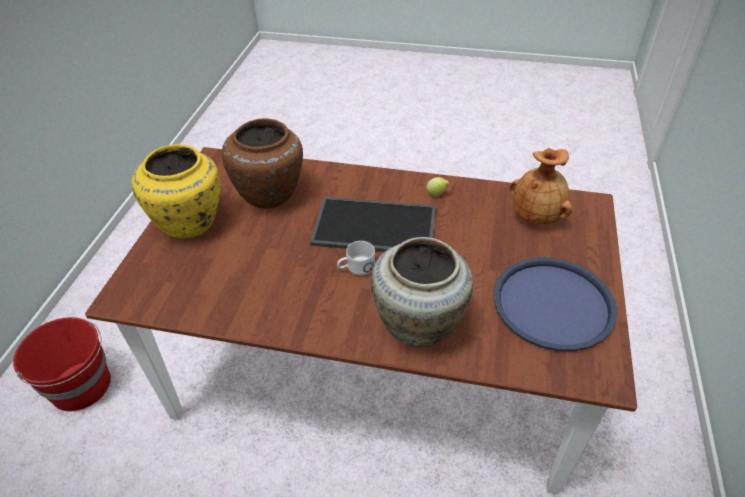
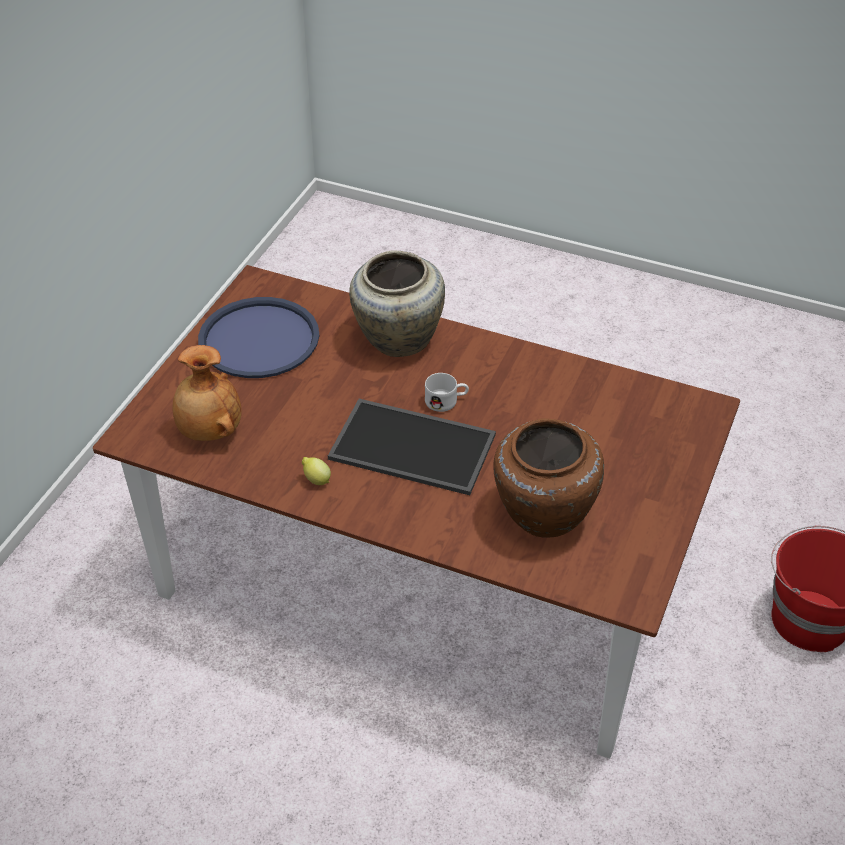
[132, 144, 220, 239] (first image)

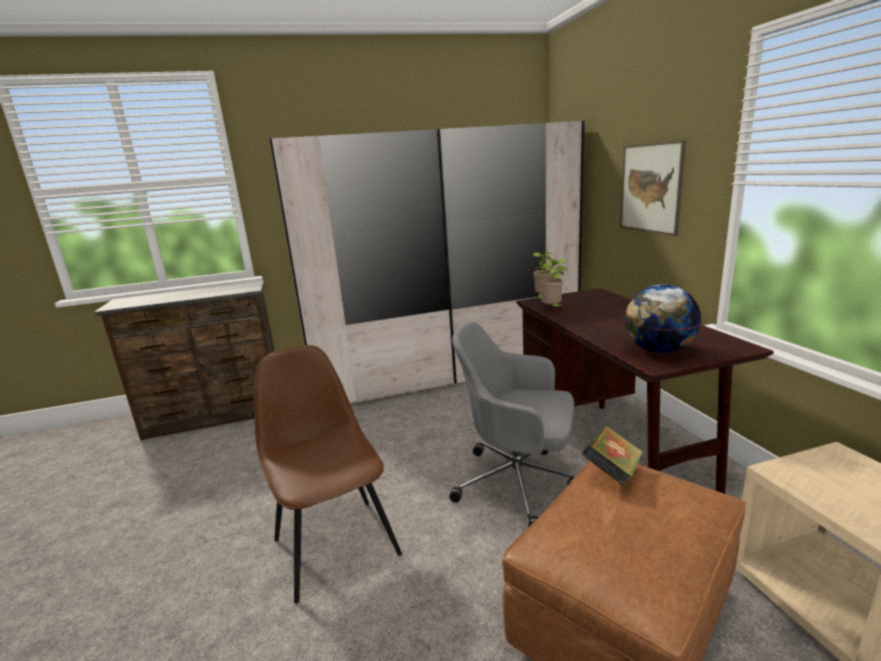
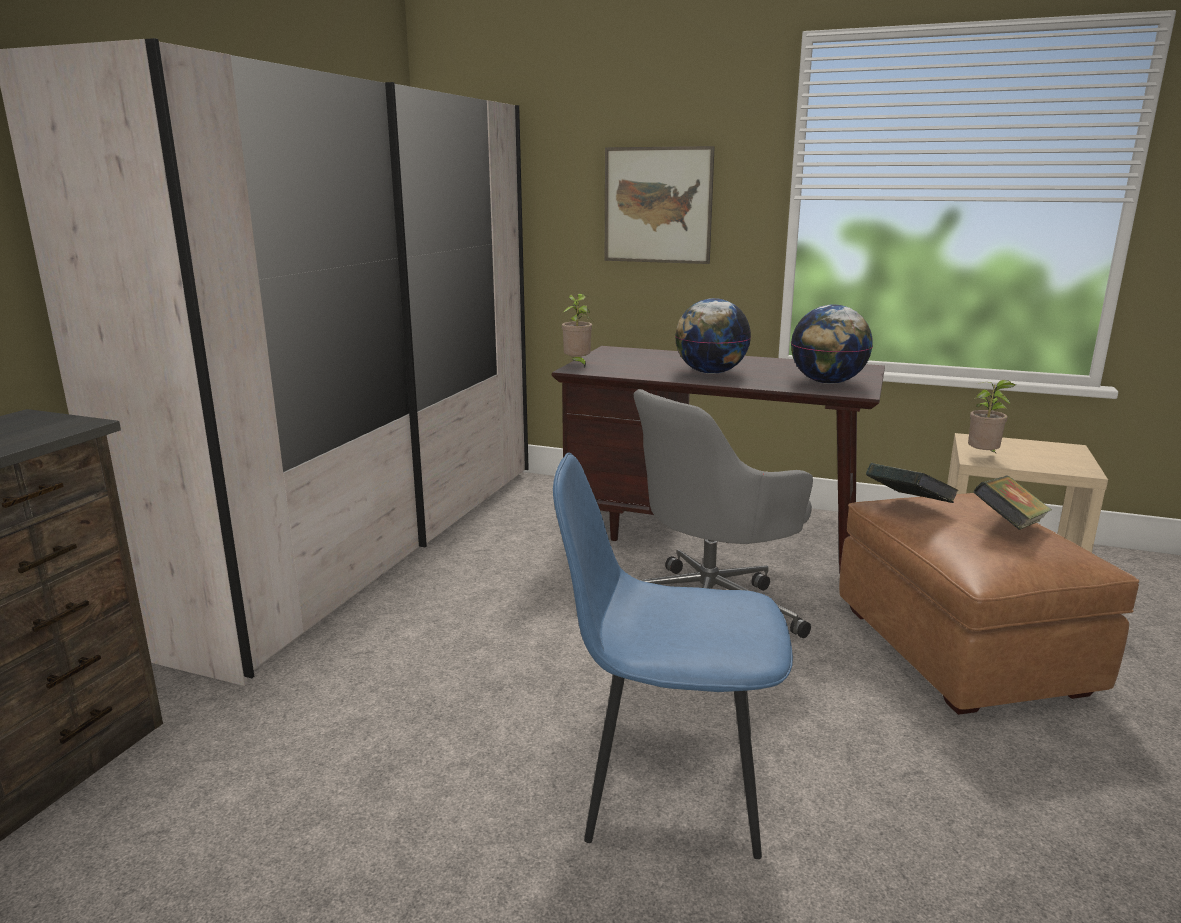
[675, 298, 751, 374]
[973, 476, 1052, 530]
[968, 380, 1016, 453]
[553, 452, 793, 859]

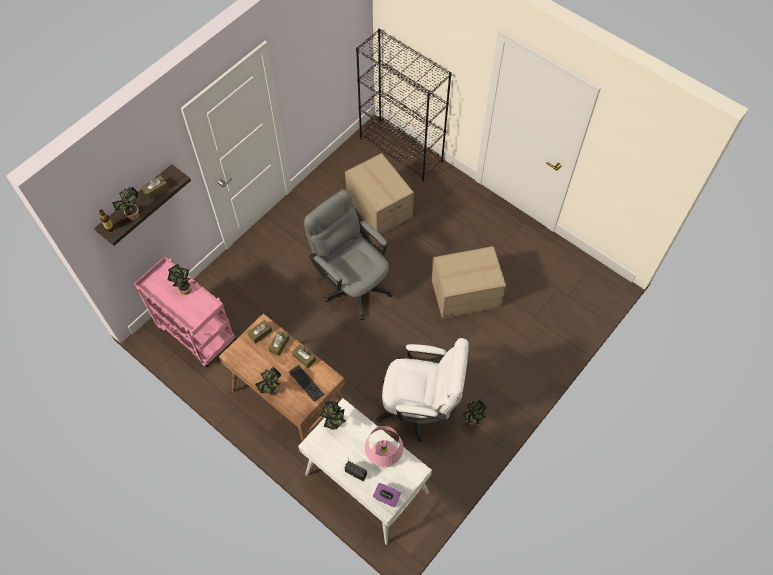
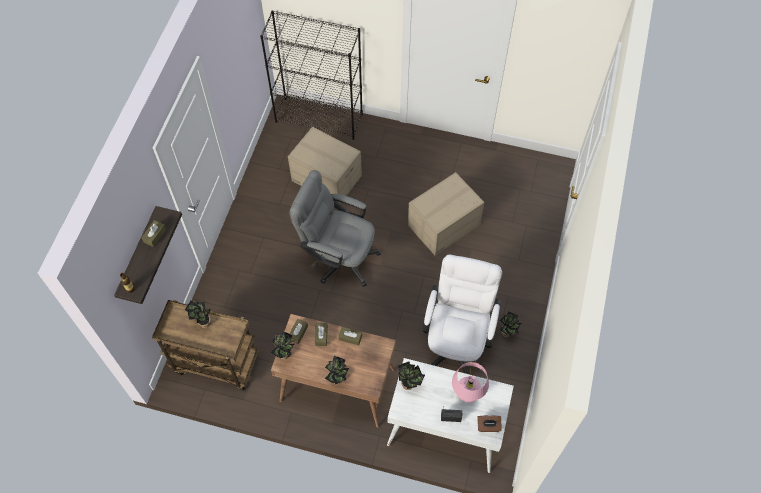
[289, 365, 324, 401] (first image)
[270, 330, 294, 360]
[152, 300, 259, 390]
[477, 415, 502, 432]
[423, 254, 502, 375]

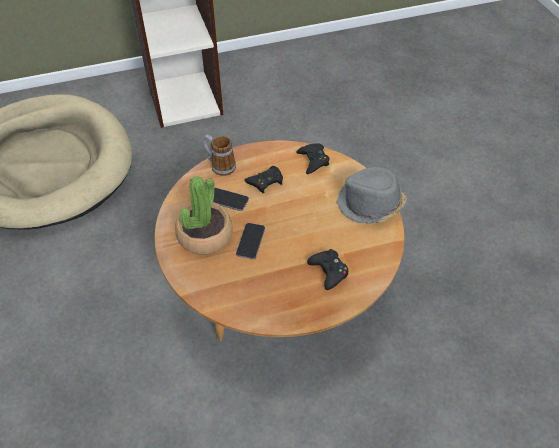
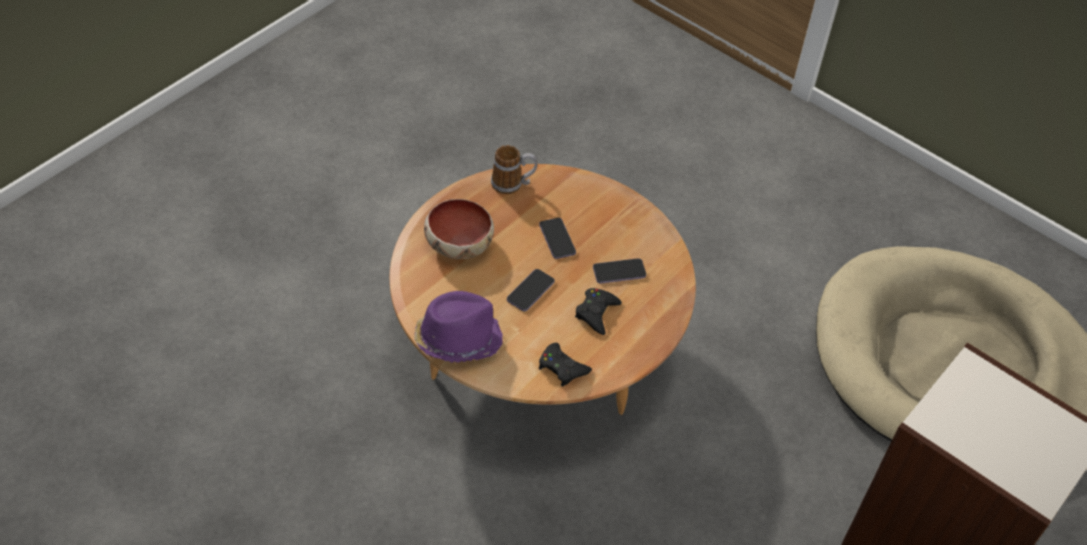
[175, 176, 233, 255] (first image)
[507, 269, 555, 311]
[491, 145, 537, 194]
[424, 199, 494, 259]
[414, 291, 503, 363]

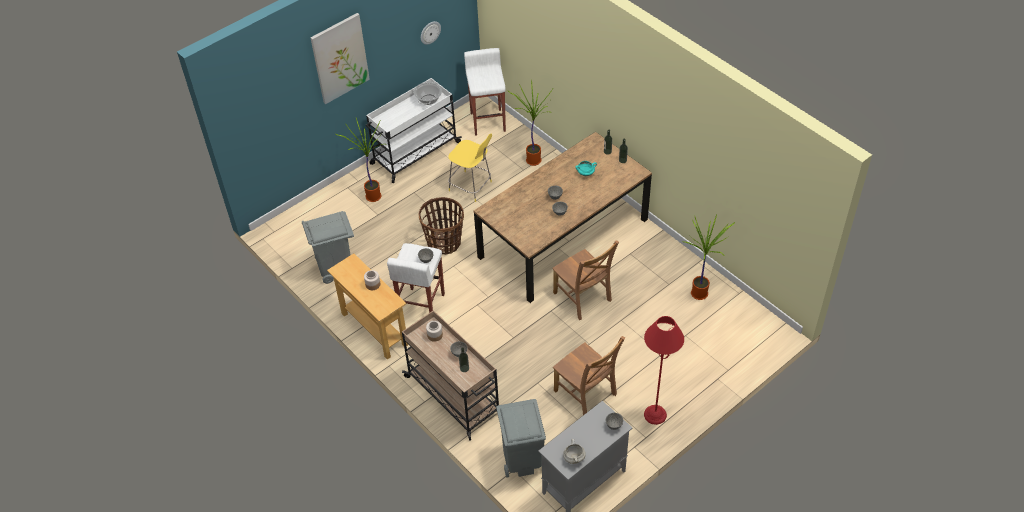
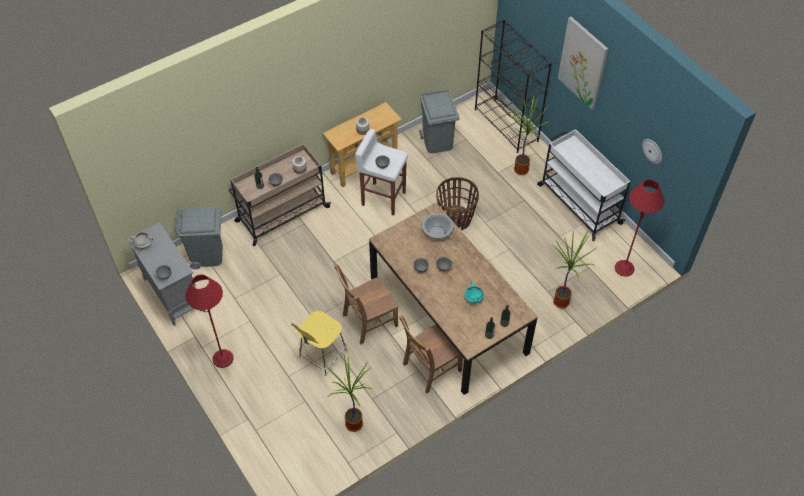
[475, 20, 552, 153]
[419, 213, 456, 240]
[291, 311, 348, 376]
[399, 315, 463, 393]
[615, 180, 664, 277]

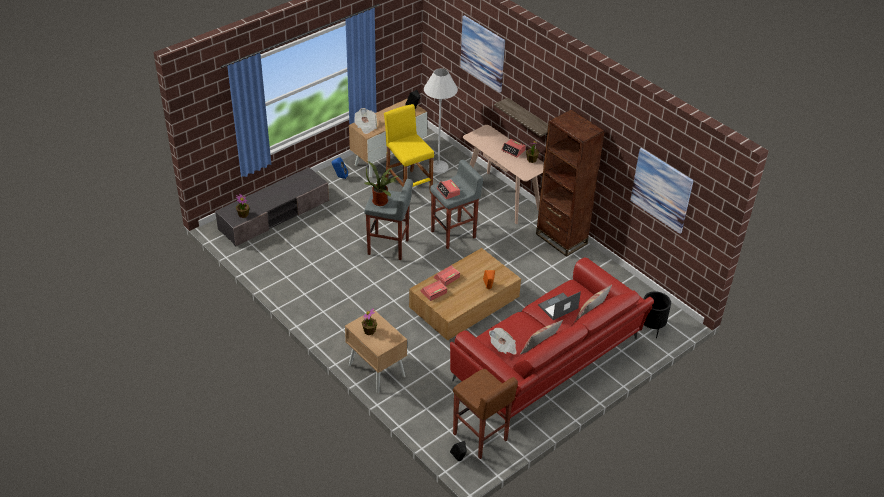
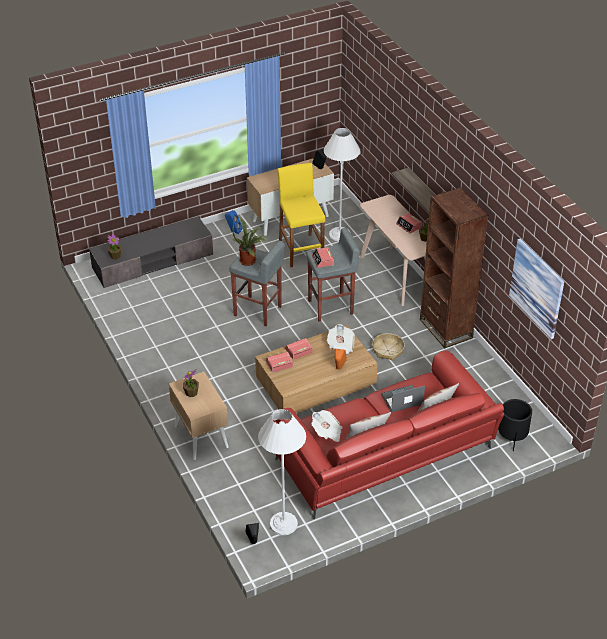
[460, 15, 505, 93] (first image)
[372, 333, 405, 360]
[327, 324, 355, 354]
[258, 409, 306, 535]

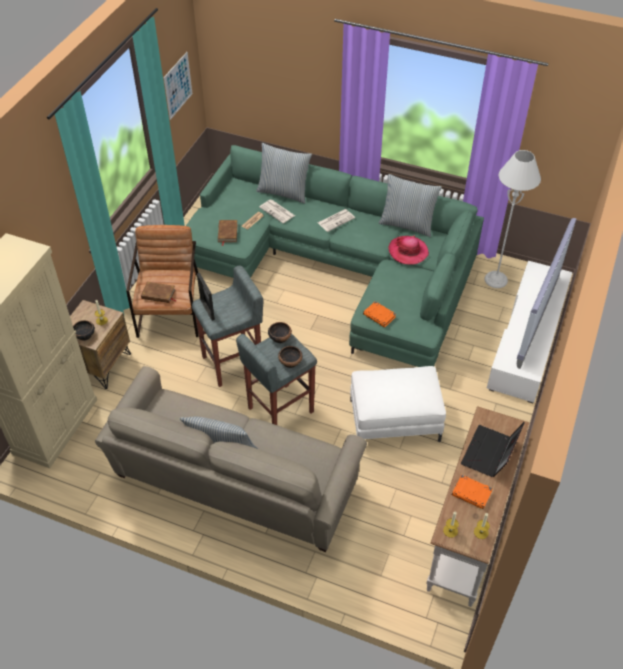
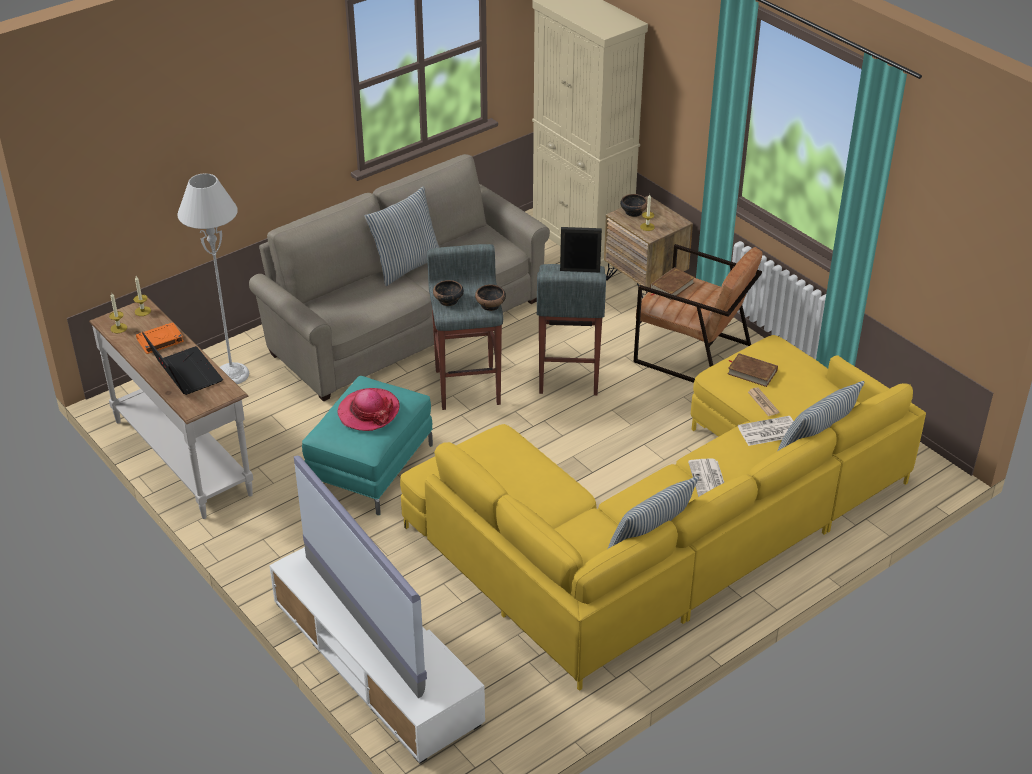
[164, 52, 192, 120] (first image)
[363, 301, 396, 327] (first image)
[338, 388, 400, 431]
[178, 173, 249, 384]
[400, 335, 926, 691]
[302, 376, 433, 515]

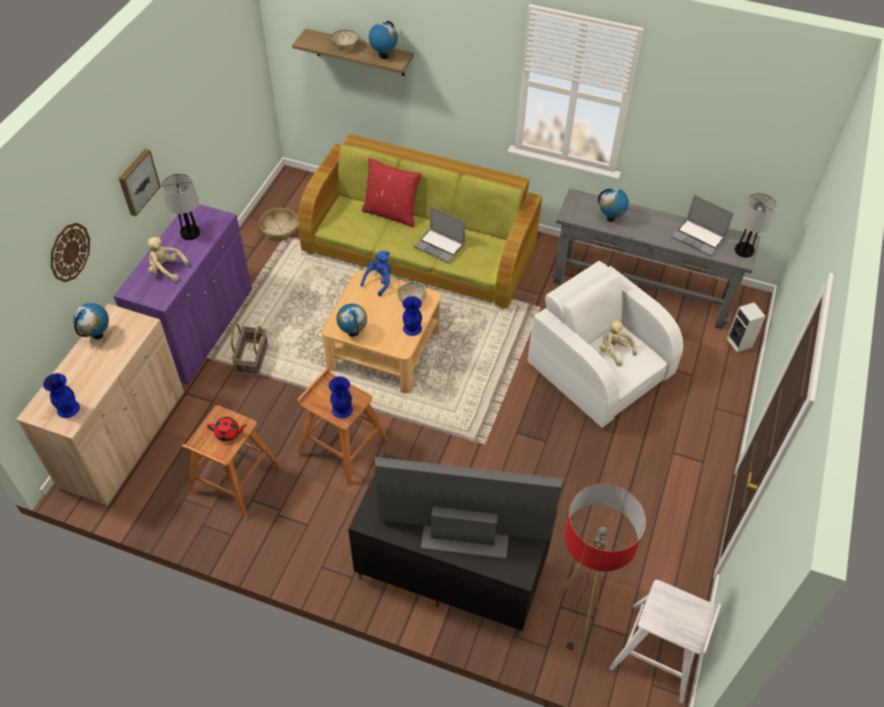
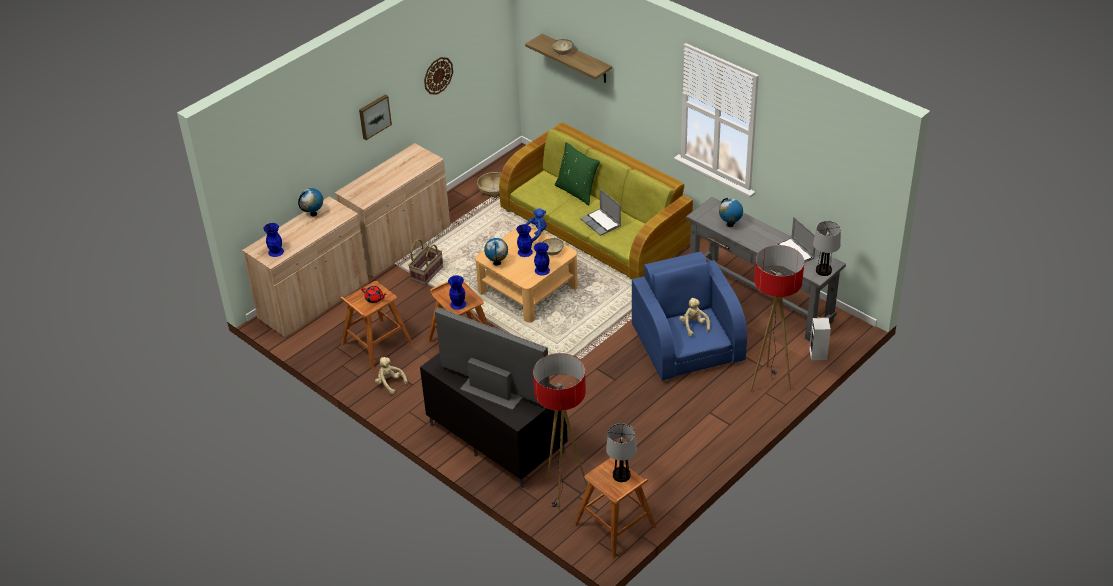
[369, 20, 398, 59] (first image)
[516, 224, 533, 257]
[750, 245, 804, 391]
[424, 57, 453, 95]
[375, 357, 408, 394]
[606, 423, 637, 482]
[335, 143, 450, 278]
[555, 142, 600, 205]
[632, 251, 747, 381]
[574, 458, 656, 559]

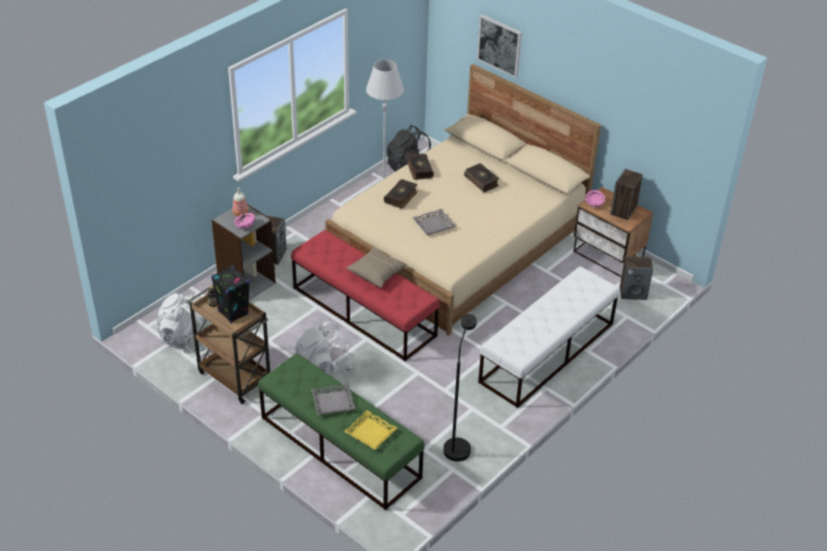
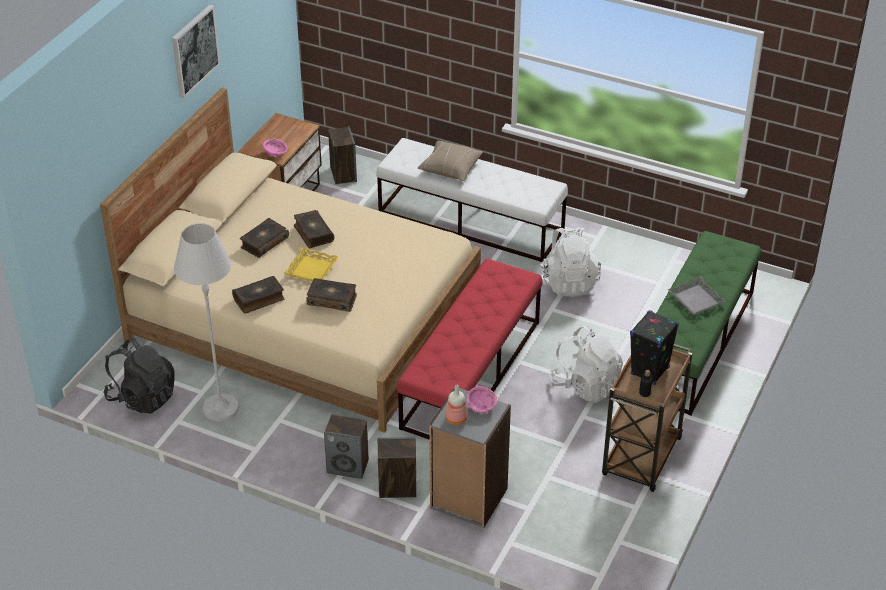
[412, 209, 456, 235] (first image)
[443, 314, 477, 462] (first image)
[294, 210, 334, 248]
[540, 227, 601, 297]
[284, 247, 339, 281]
[417, 141, 483, 181]
[172, 5, 220, 98]
[324, 414, 369, 479]

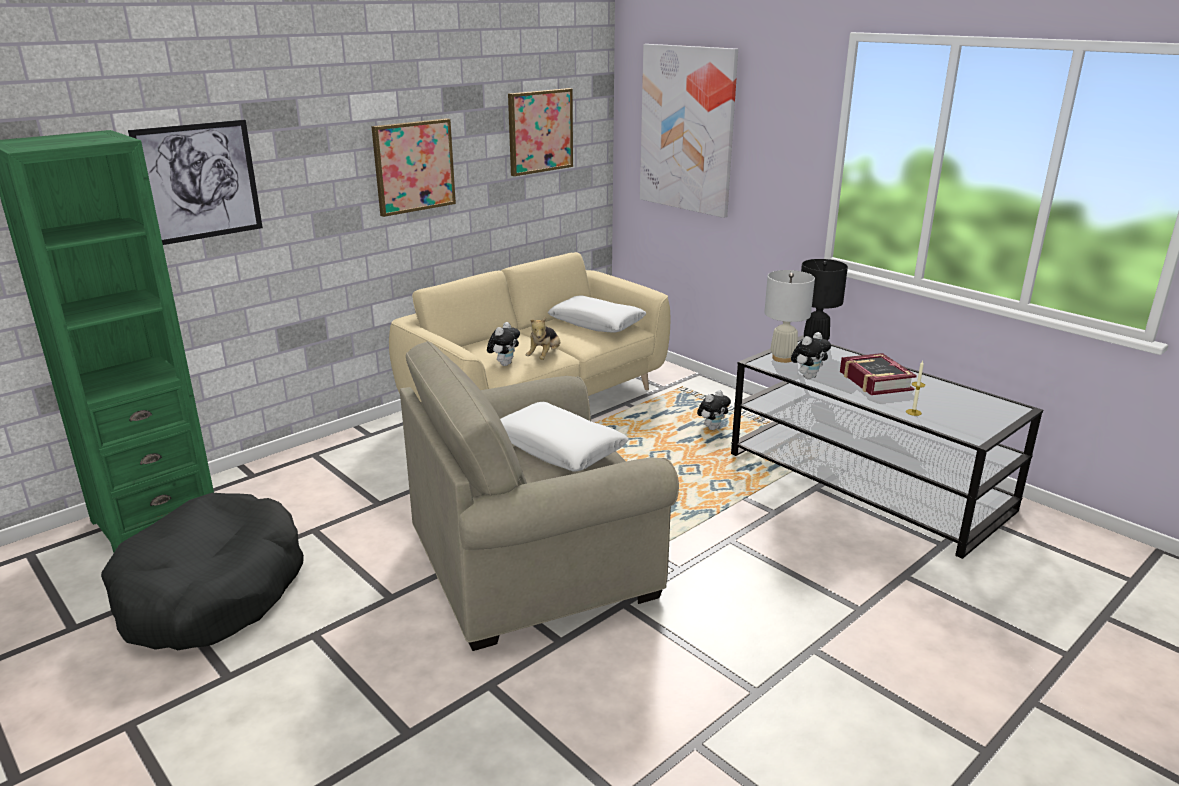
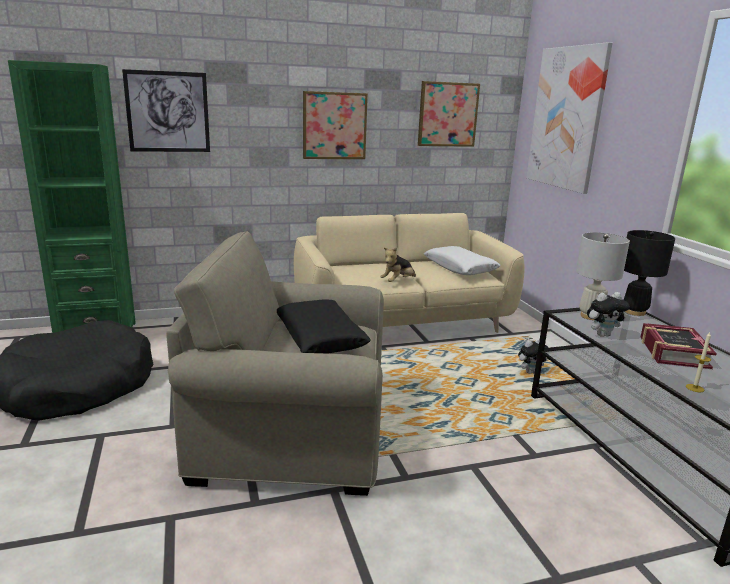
[487, 322, 520, 366] (first image)
[277, 299, 371, 354]

